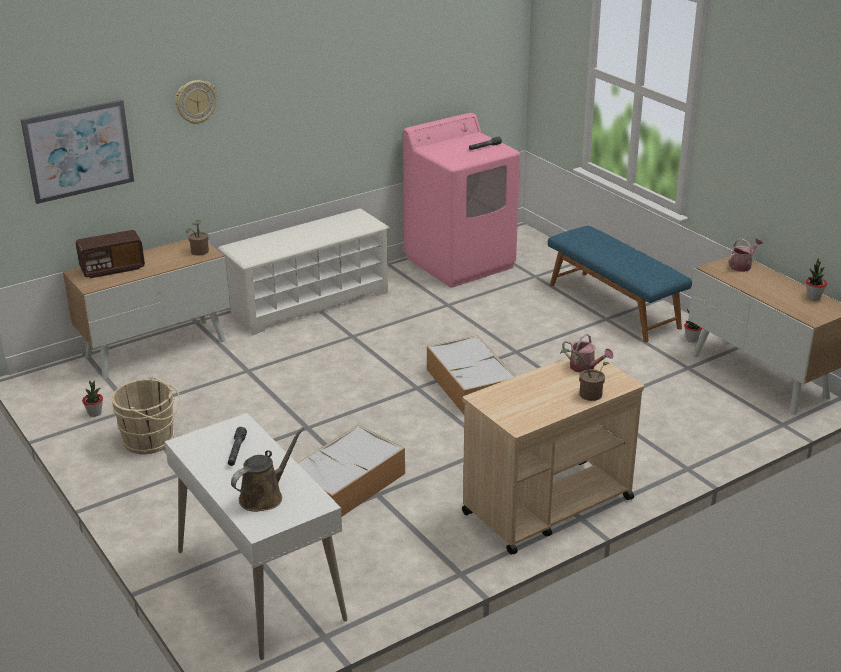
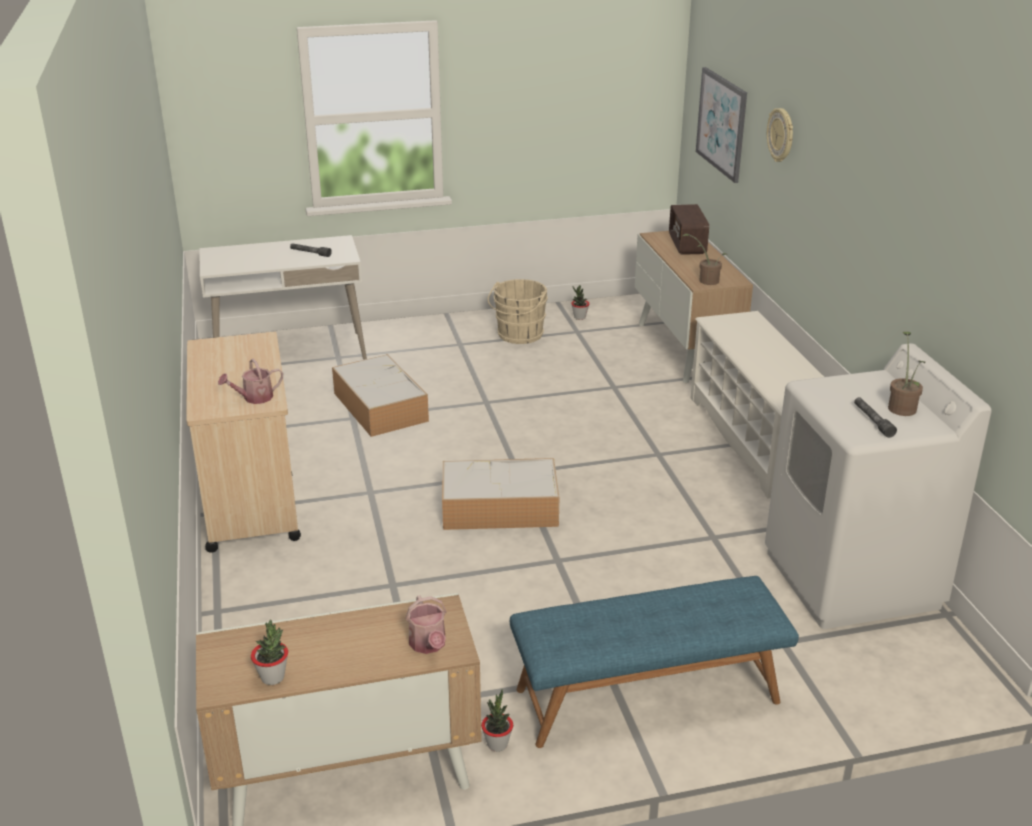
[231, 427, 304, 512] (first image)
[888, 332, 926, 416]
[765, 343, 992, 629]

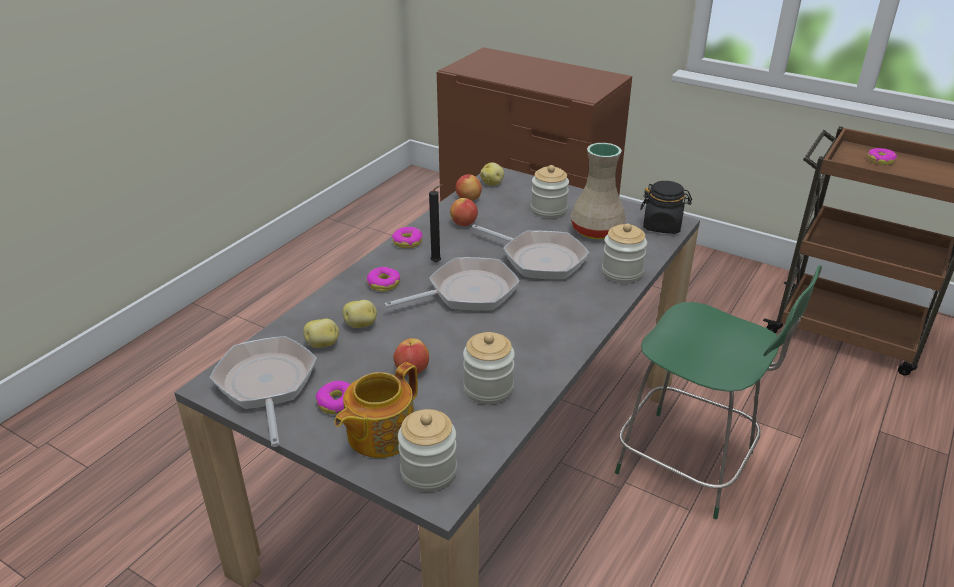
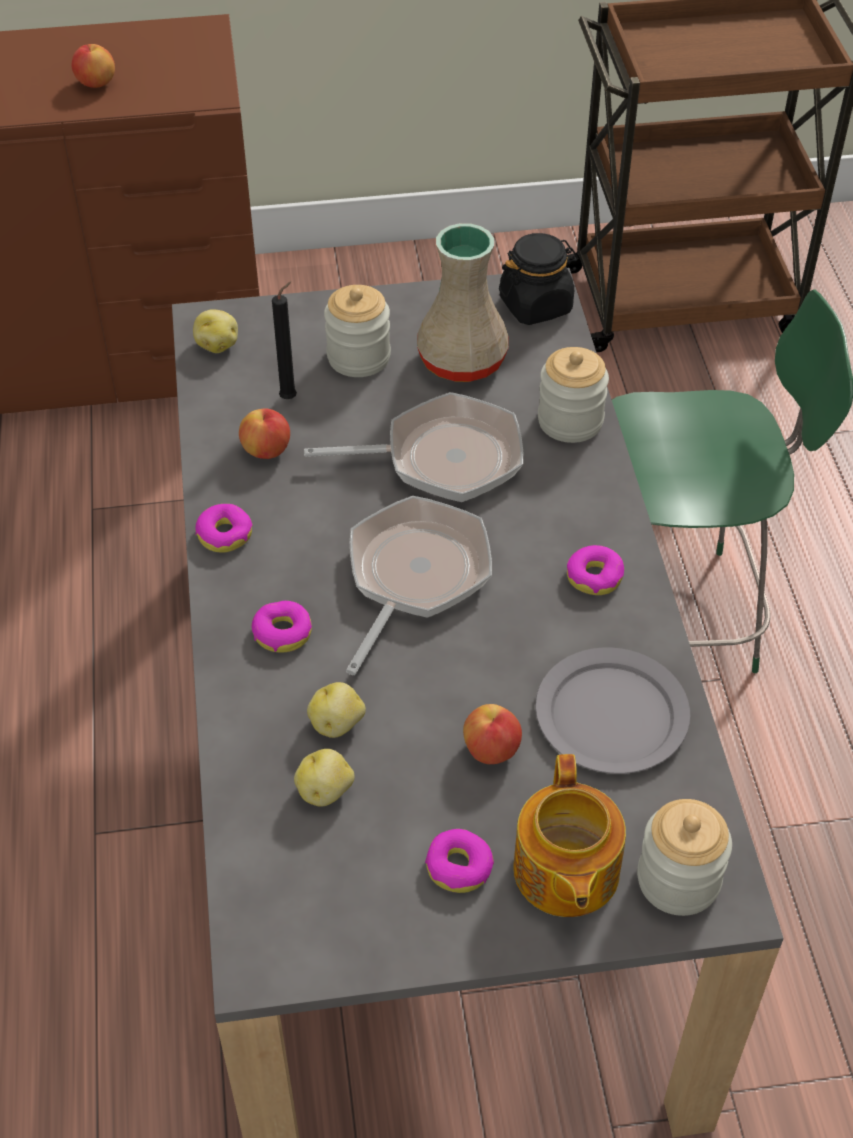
[209, 336, 317, 447] (first image)
[272, 281, 297, 399]
[71, 44, 115, 88]
[567, 545, 624, 595]
[536, 648, 691, 774]

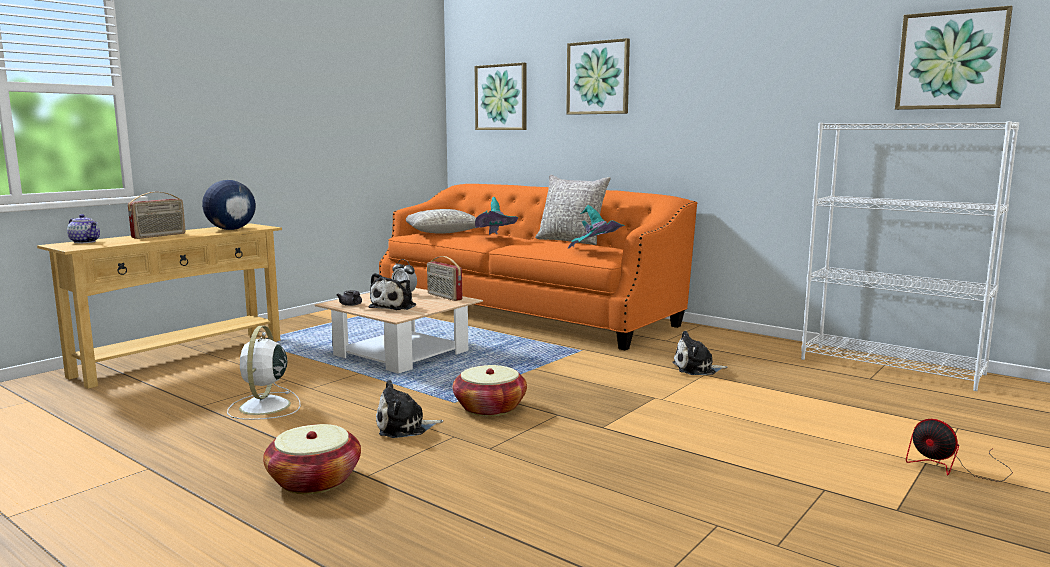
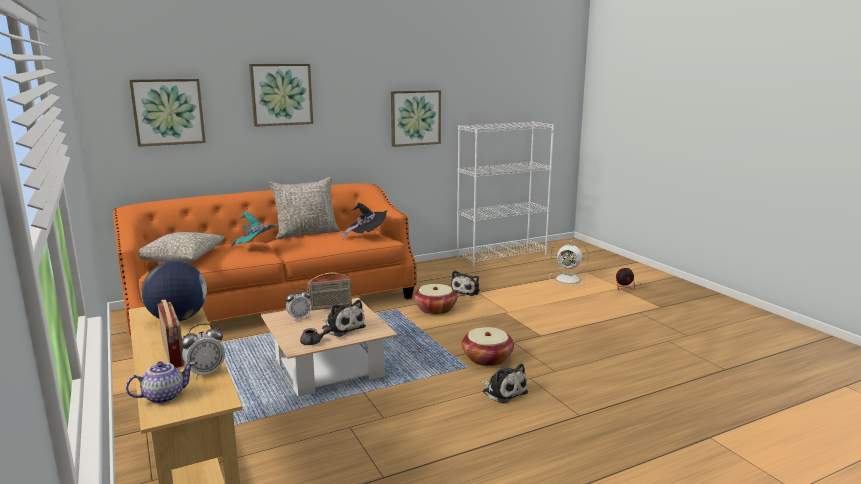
[181, 323, 225, 378]
[549, 238, 589, 286]
[414, 284, 457, 315]
[391, 90, 441, 147]
[341, 203, 387, 239]
[481, 364, 528, 404]

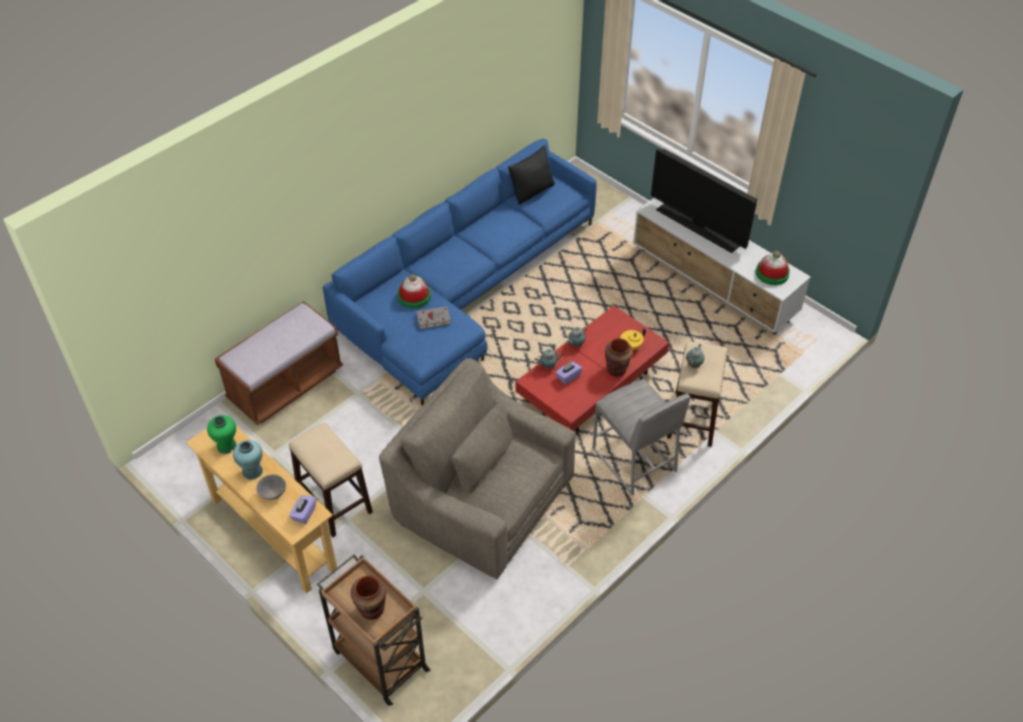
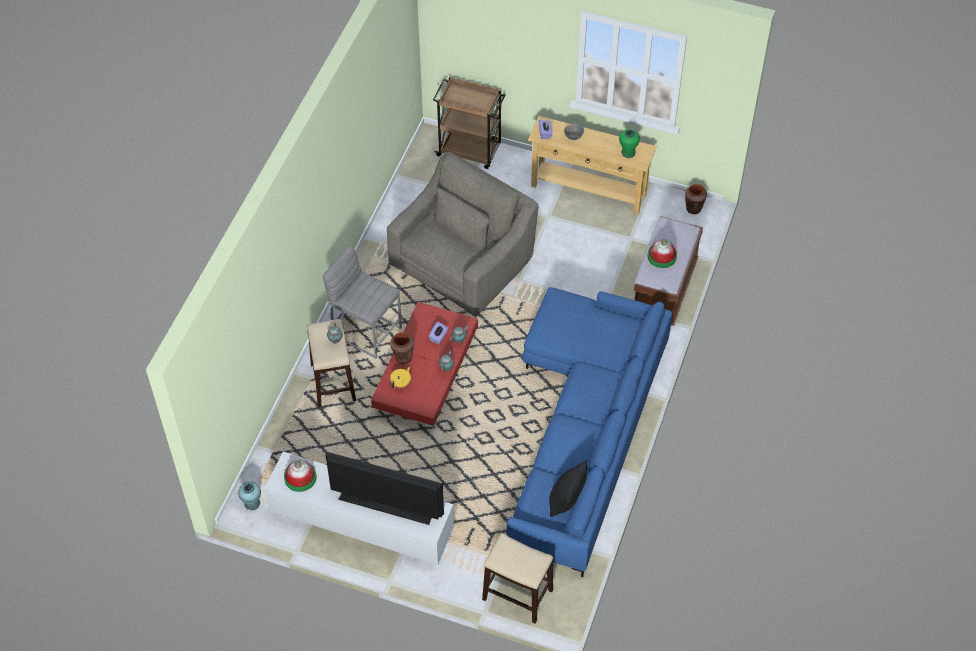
[411, 306, 451, 329] (first image)
[238, 481, 261, 510]
[482, 533, 553, 623]
[685, 184, 707, 214]
[647, 239, 677, 268]
[387, 152, 538, 317]

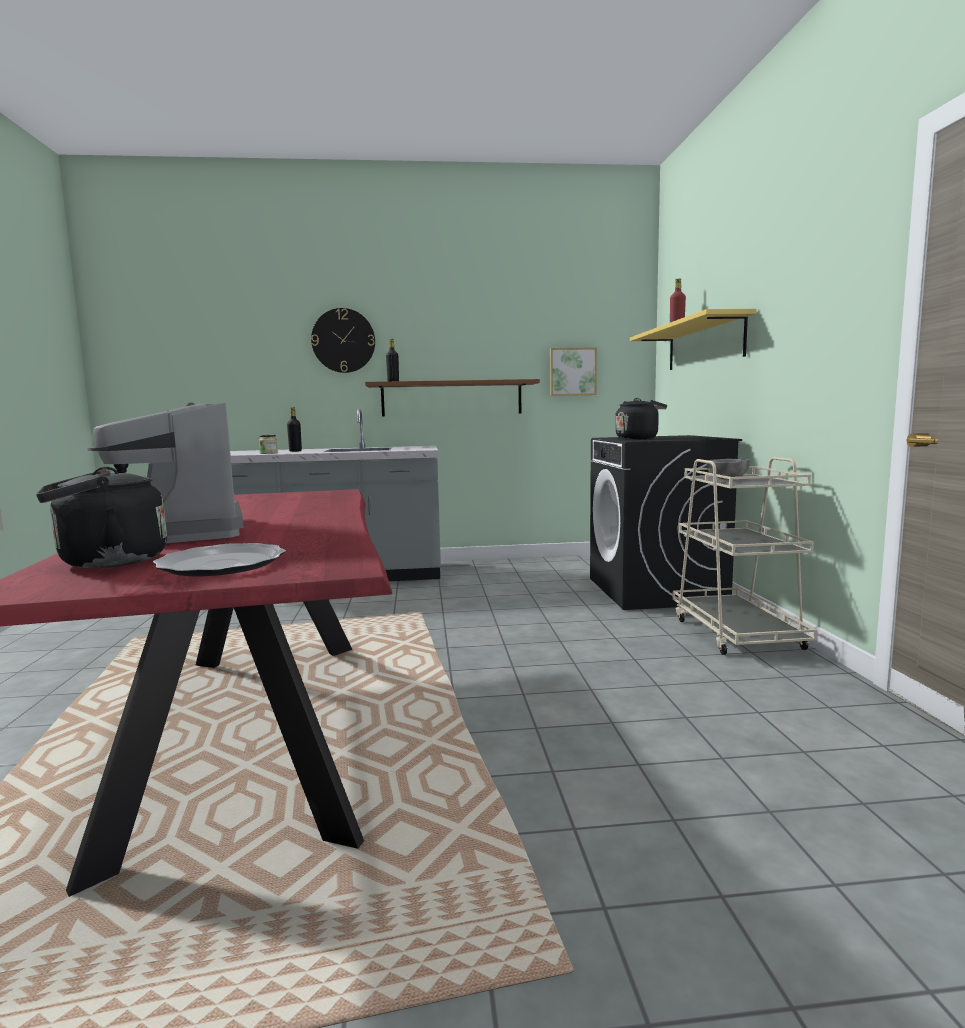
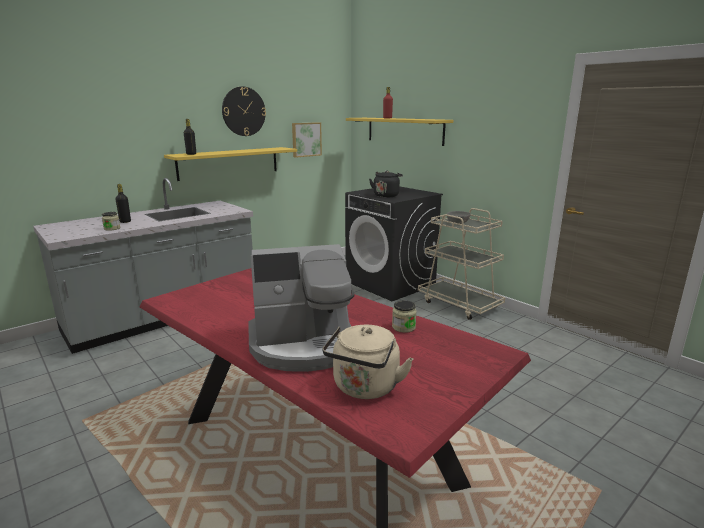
[153, 543, 286, 576] (first image)
[392, 300, 417, 333]
[222, 86, 266, 136]
[322, 325, 414, 399]
[164, 147, 297, 181]
[248, 244, 355, 372]

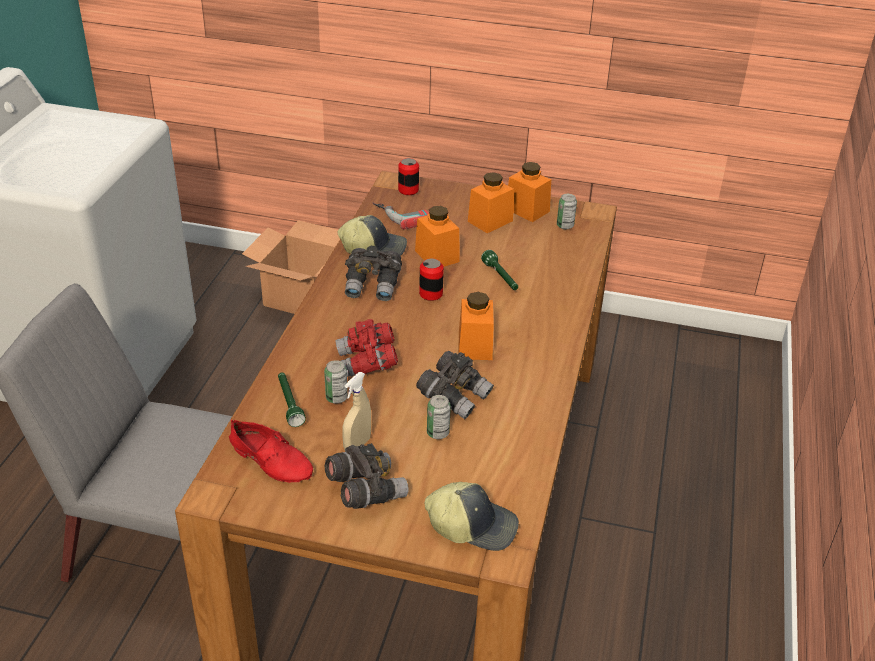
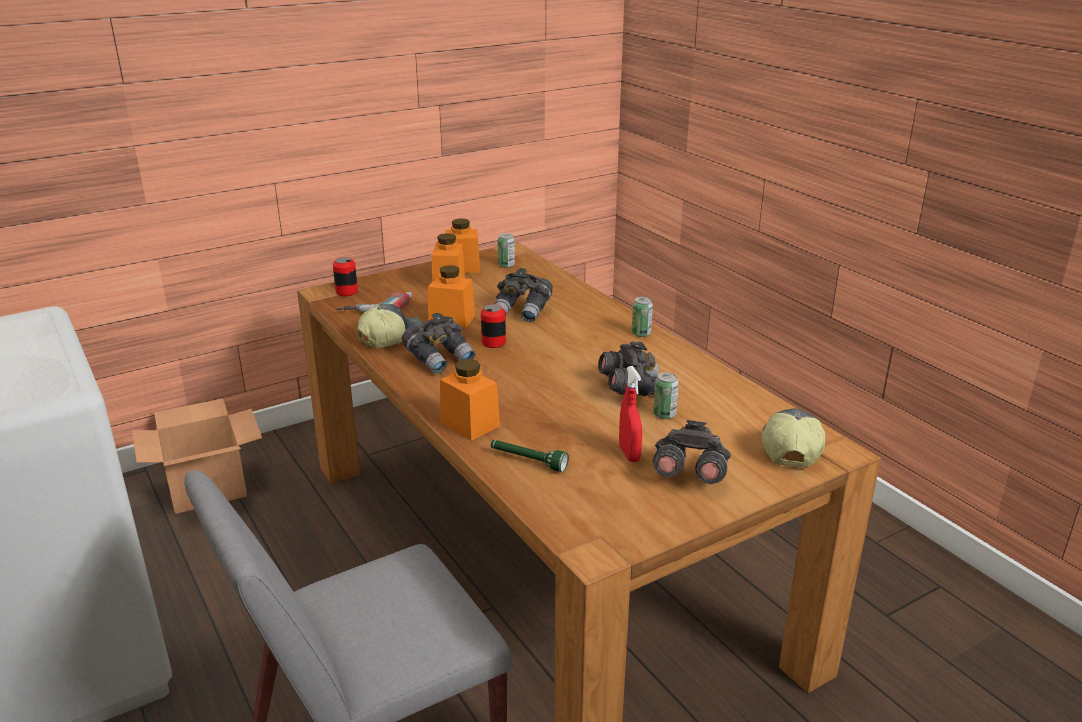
[229, 420, 313, 483] (first image)
[336, 319, 398, 377] (first image)
[632, 297, 653, 337]
[440, 359, 500, 441]
[495, 268, 553, 322]
[619, 366, 642, 462]
[761, 408, 825, 468]

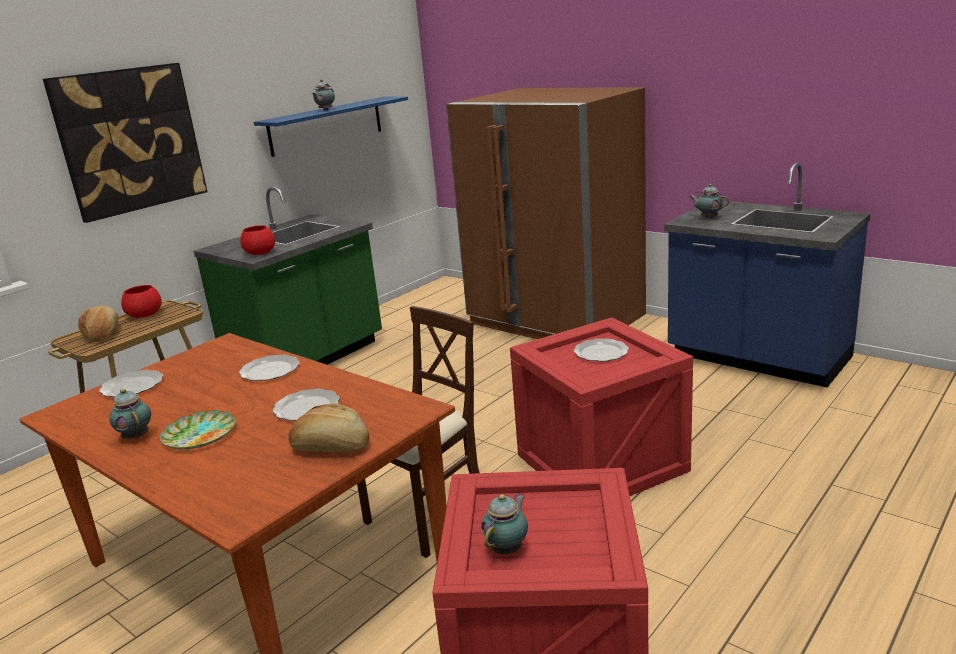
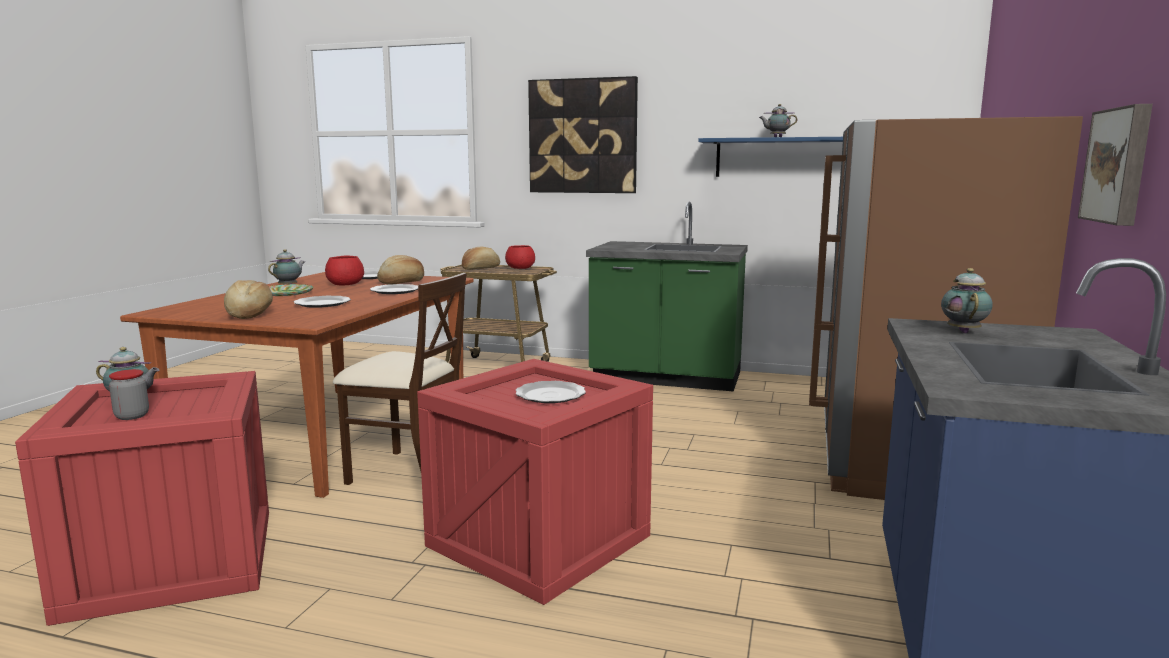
[109, 369, 149, 420]
[377, 255, 424, 284]
[1078, 104, 1153, 226]
[325, 255, 364, 285]

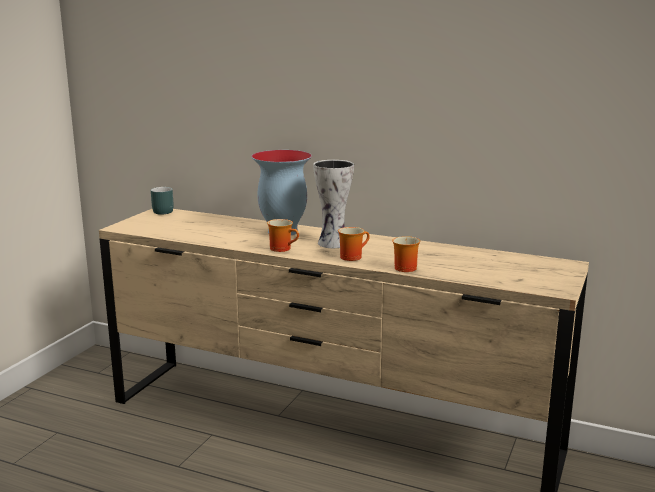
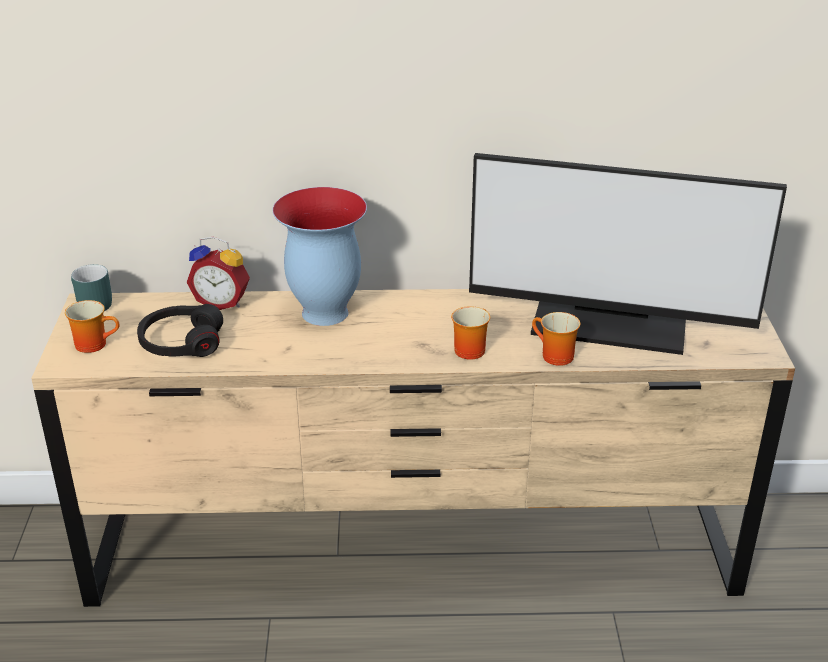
[313, 160, 354, 248] (first image)
[137, 304, 223, 357]
[187, 236, 250, 310]
[469, 153, 787, 355]
[65, 300, 120, 353]

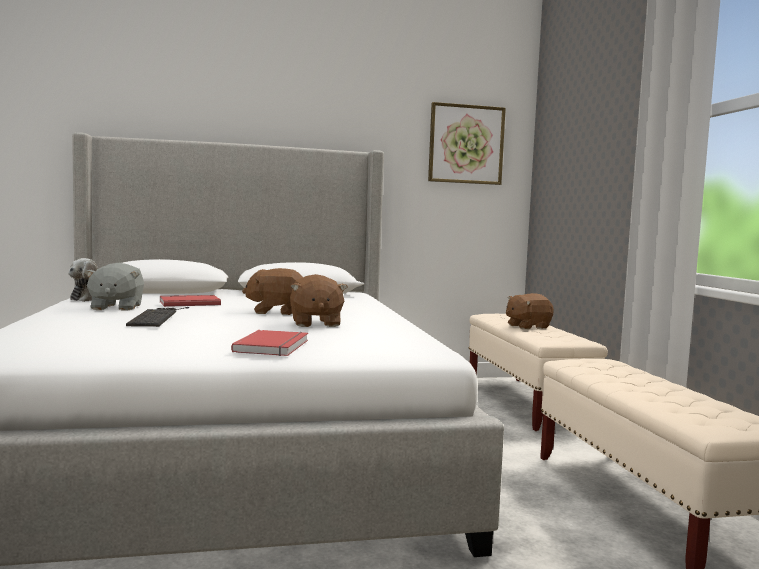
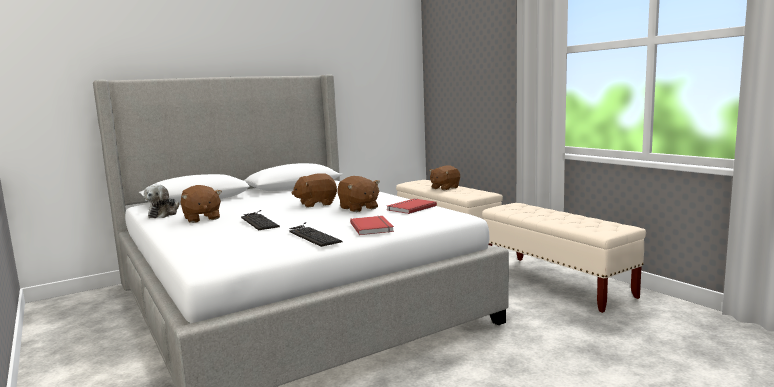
[428, 102, 506, 185] (first image)
[289, 222, 343, 247]
[387, 199, 437, 214]
[181, 185, 222, 223]

